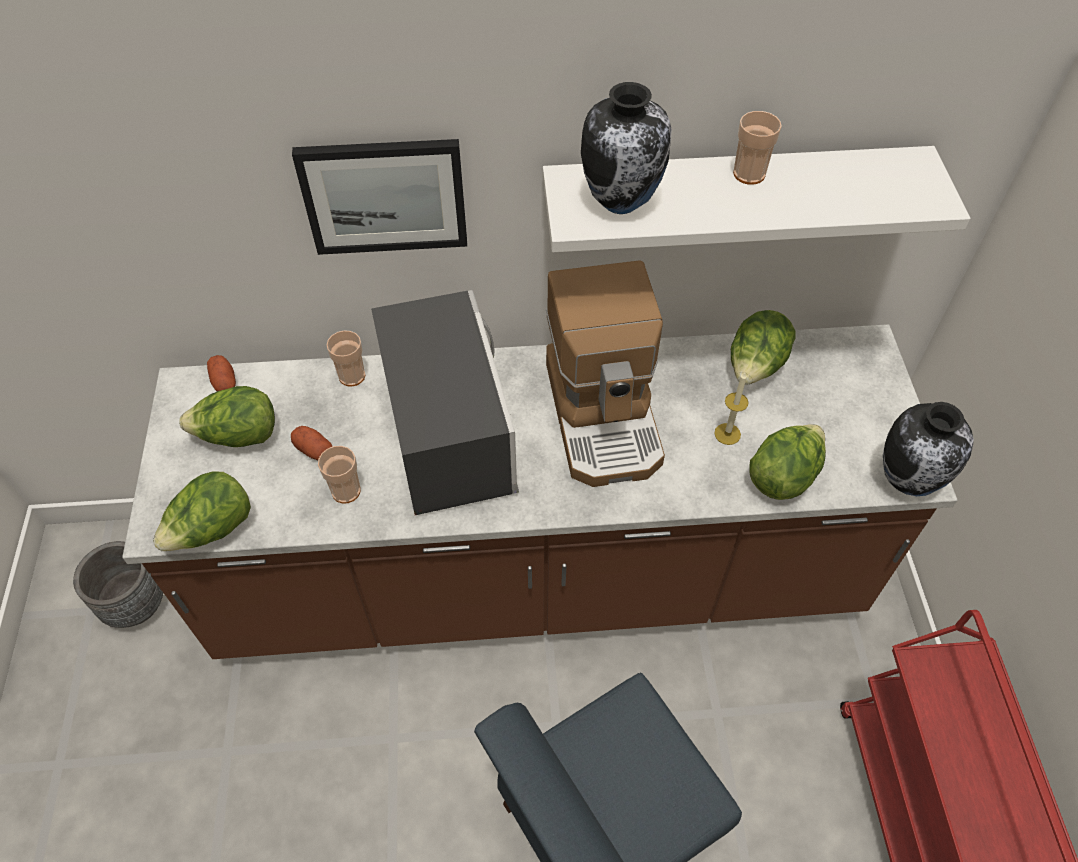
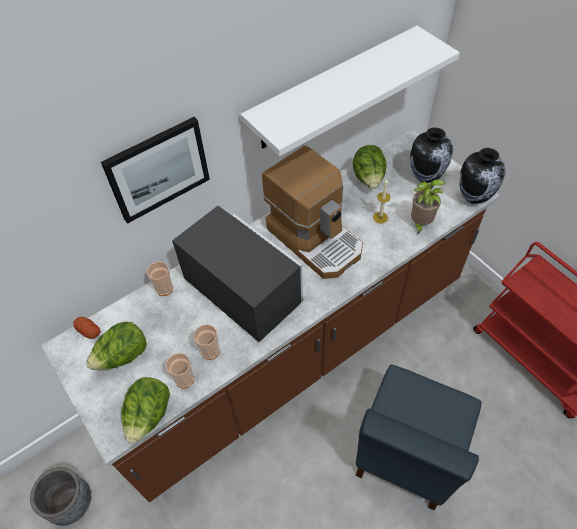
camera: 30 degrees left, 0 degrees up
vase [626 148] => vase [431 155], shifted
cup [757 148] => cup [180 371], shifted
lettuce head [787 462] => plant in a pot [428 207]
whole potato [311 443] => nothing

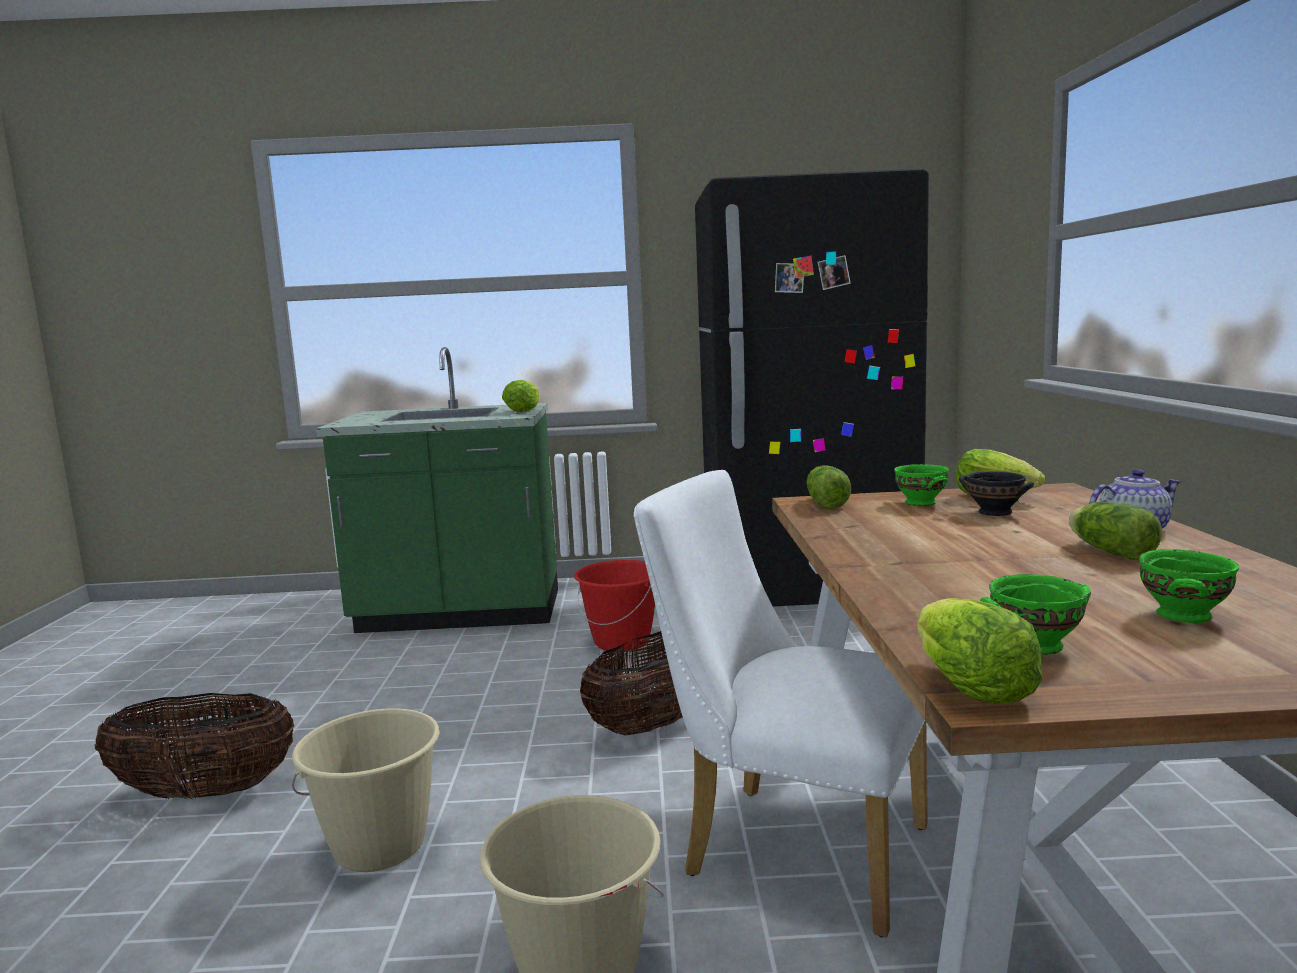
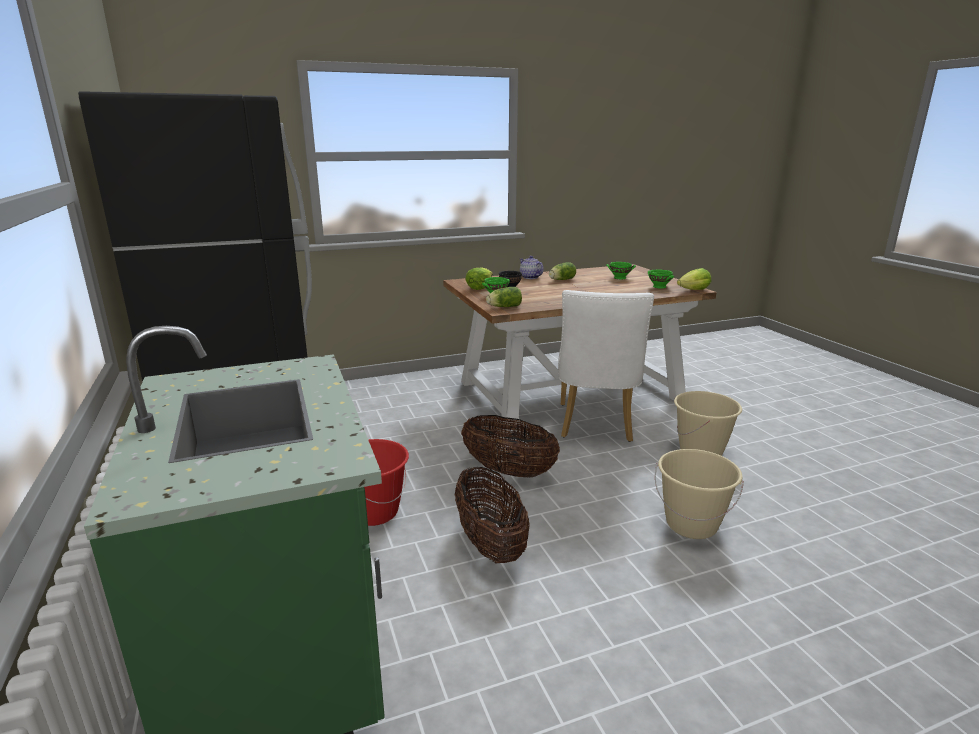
camera: 110 degrees left, 10 degrees up
lettuce head [520 396] => nothing
basket [194 746] => basket [492 515], shifted

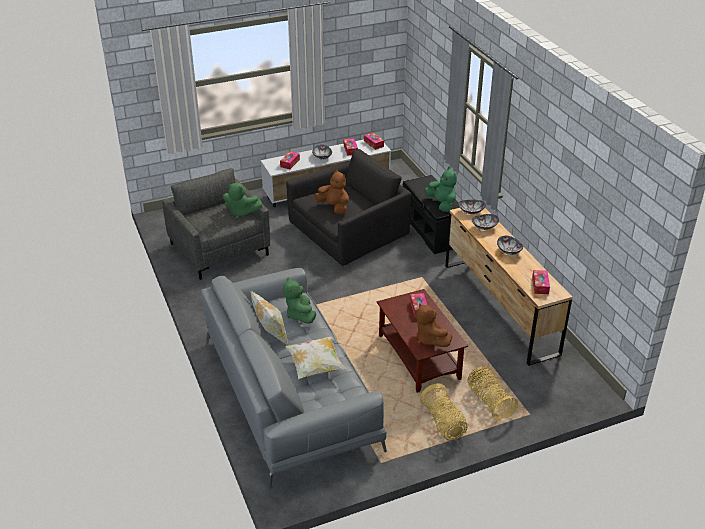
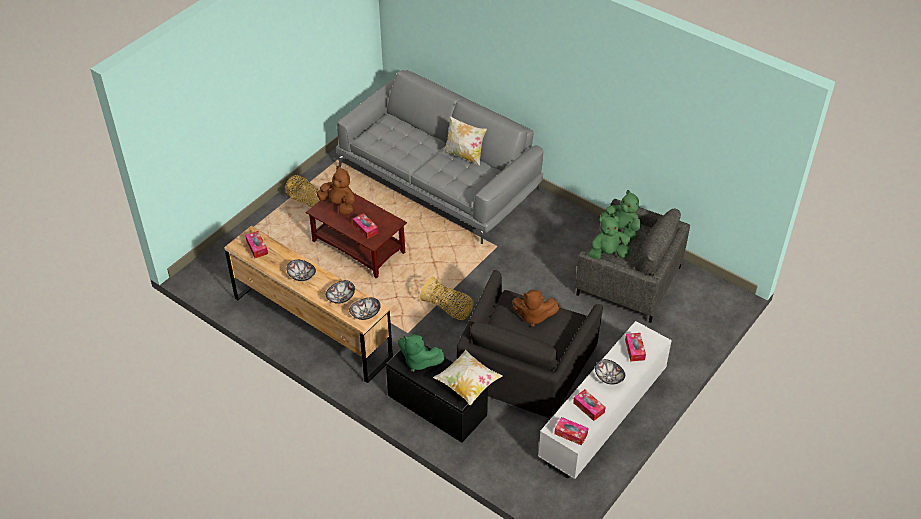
camera: 150 degrees right, 10 degrees up
green-coloured cuddly toy [299 301] => green-coloured cuddly toy [621 215], shifted
pillow [315 357] => pillow [468 377], shifted
basket [492 393] => basket [447 298], shifted

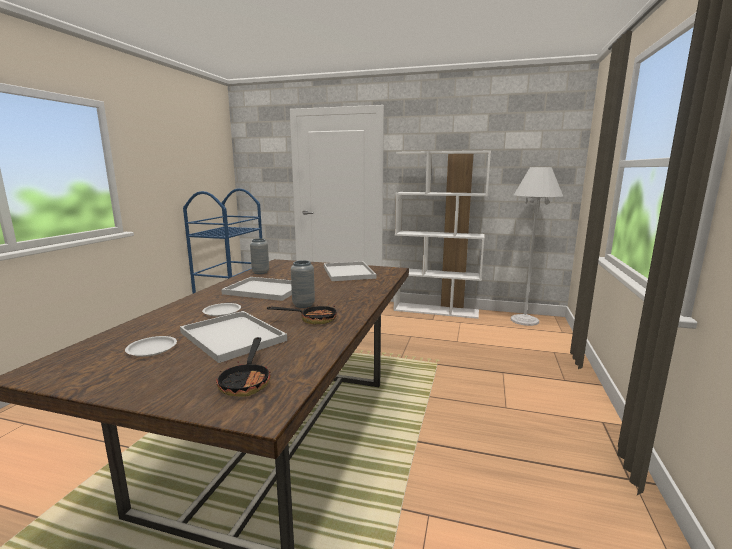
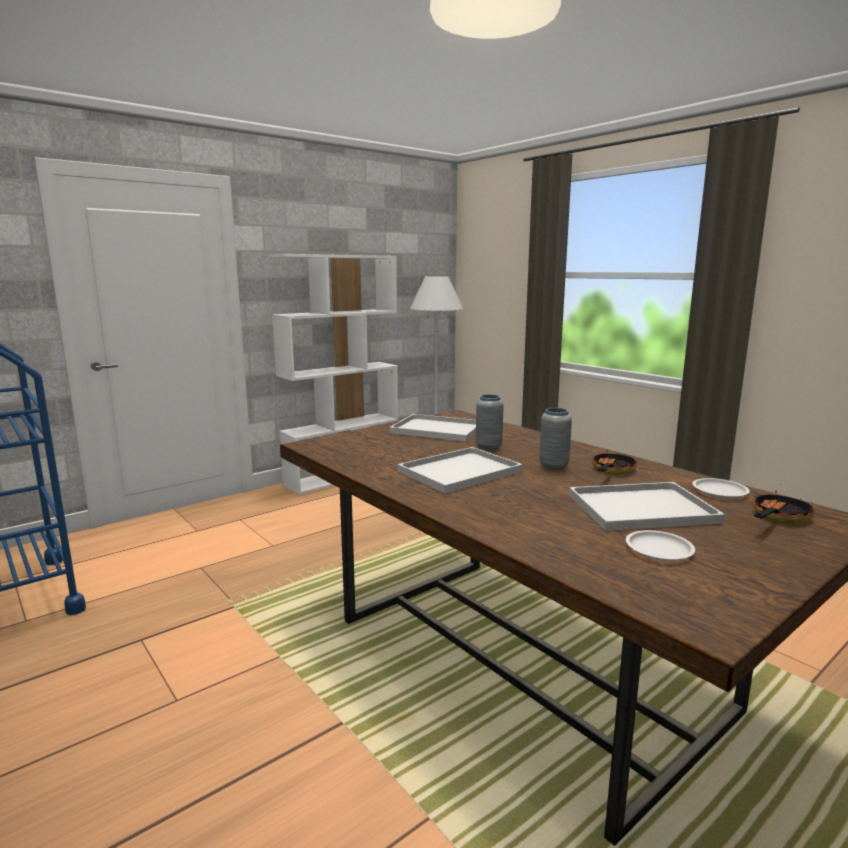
camera: 55 degrees left, 0 degrees up
greyish vase [259 256] => greyish vase [490 422], shifted
white-coloured flat dish [221 310] => white-coloured flat dish [721 488], shifted
pan [243 367] => pan [783 504], 75 degrees counterclockwise

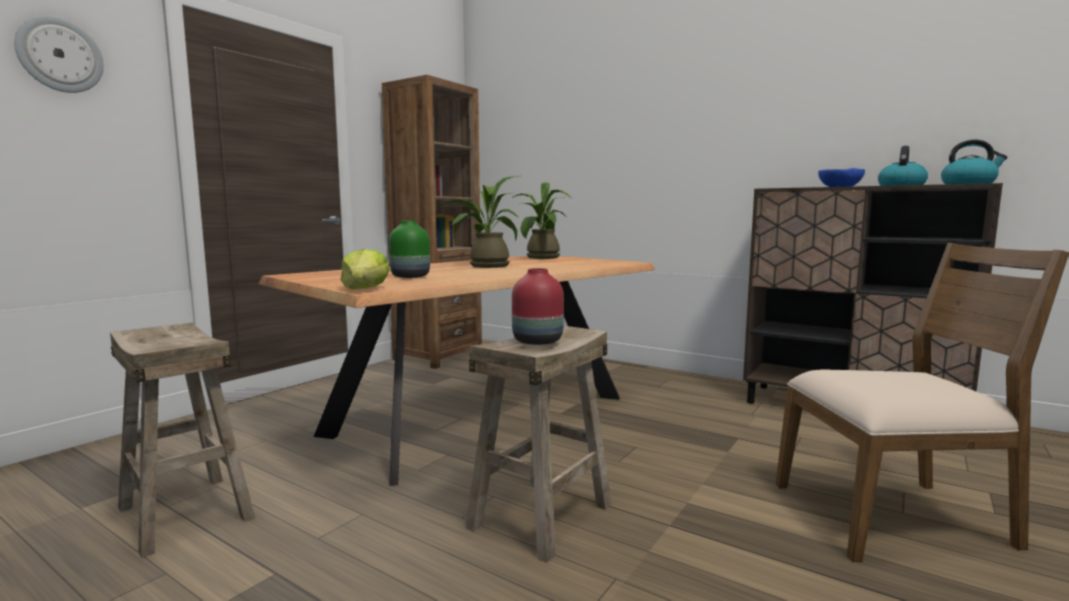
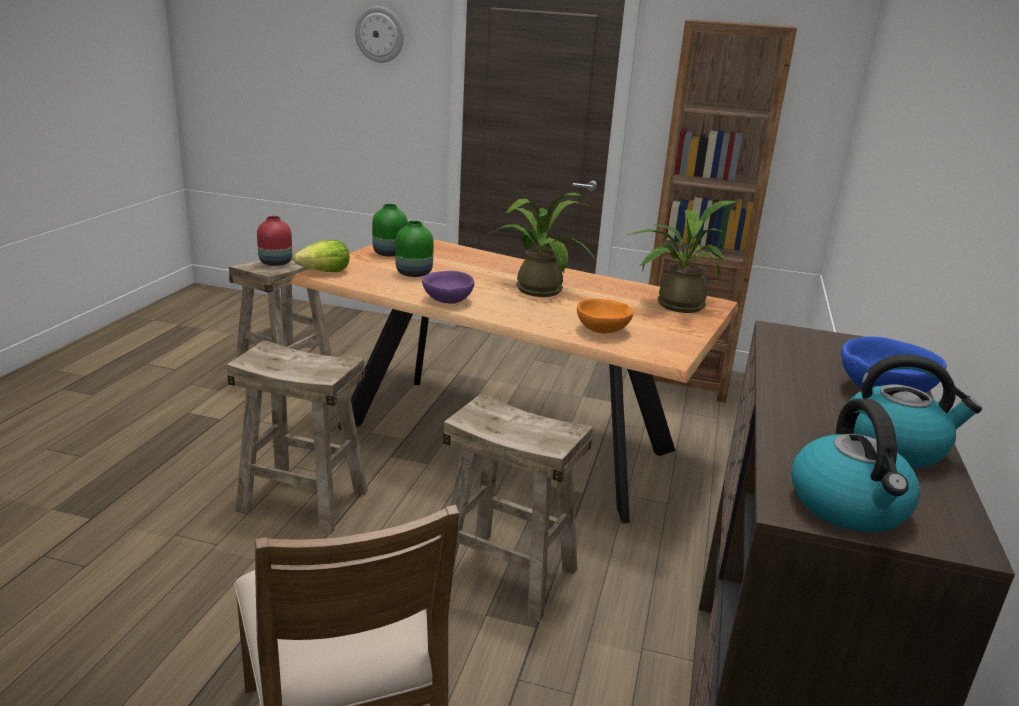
camera: 70 degrees right, 15 degrees up
reddish vase [538 306] => reddish vase [274 241], shifted
nothing => green-coloured vase [390 230]
nothing => purplish deep dish [448 287]
nothing => orangey deep dish [605 316]
nothing => beige-coloured sitting stool [518 508]

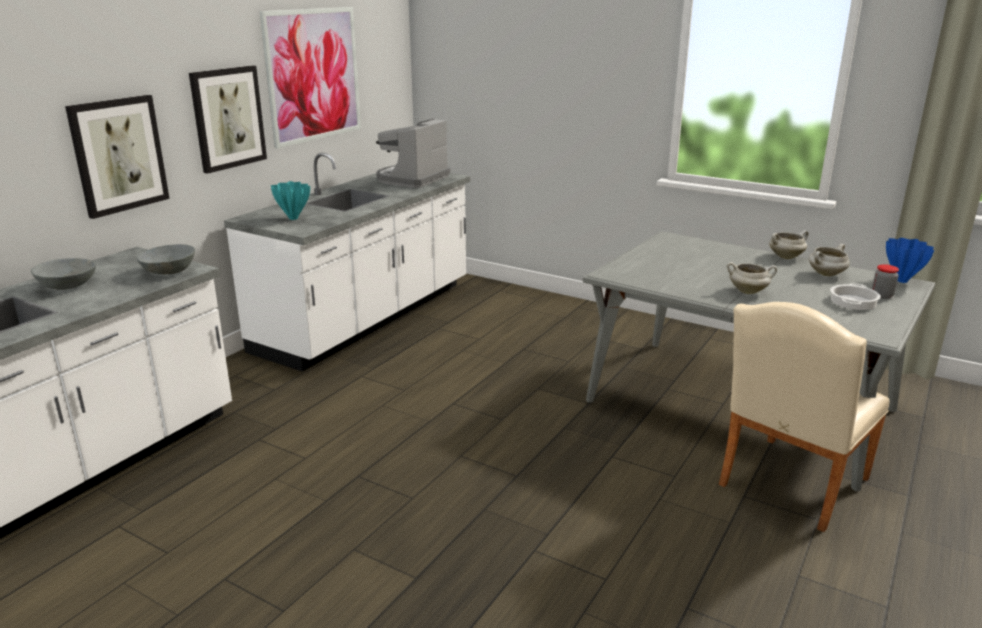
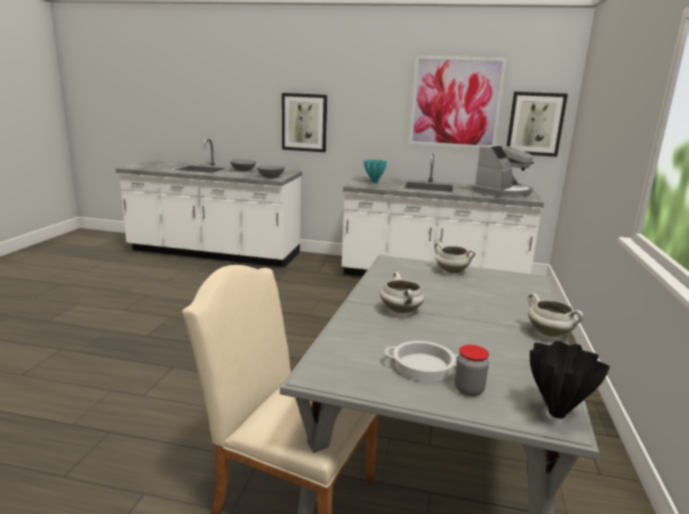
camera: 70 degrees right, 5 degrees down
picture [228 120] => picture [537 124], shifted
coffee brewer [413 153] => coffee brewer [503 171], 120 degrees clockwise
blue-coloured vase [910 260] => black-coloured vase [570 380]
white-coloured cooking pot [829 260] => white-coloured cooking pot [455 258], shifted

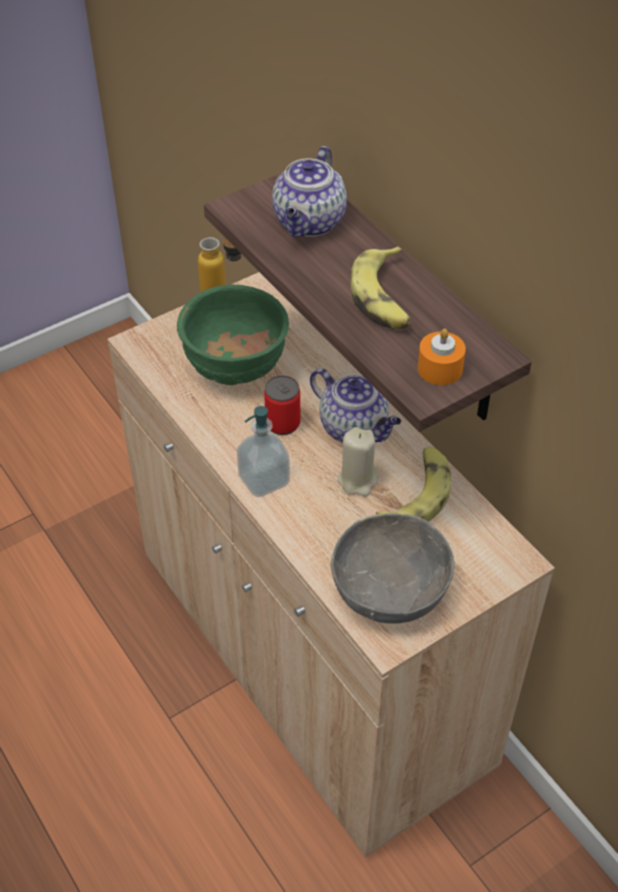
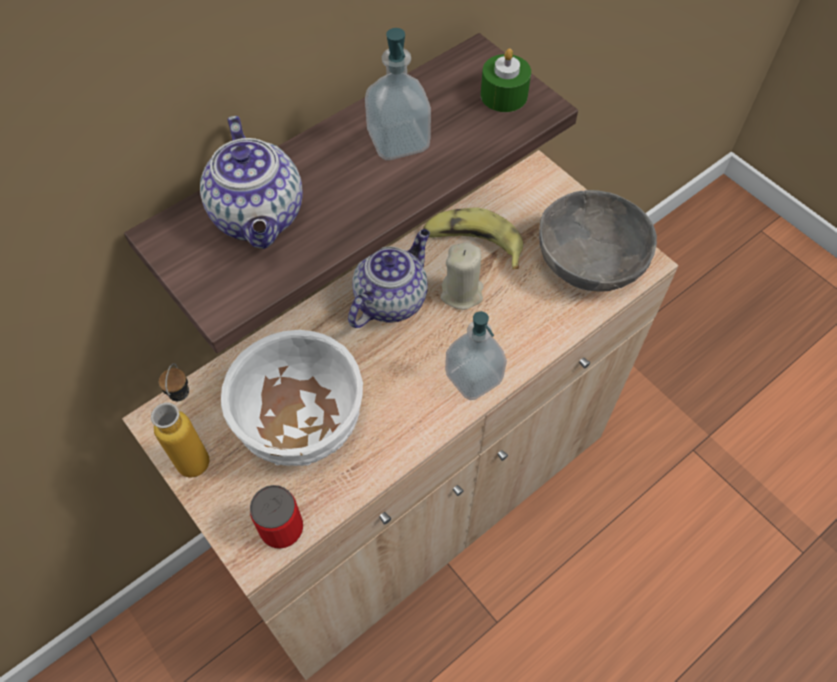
camera: 95 degrees left, 10 degrees up
teapot [309 191] => teapot [251 182], 60 degrees clockwise
banana fruit [380 287] => soap bottle [398 94]
green-coloured deep dish [233 334] => white-coloured deep dish [292 398]
orangey wax candle [442 357] => green-coloured wax candle [506 80]
can [282 405] => can [276 517], shifted

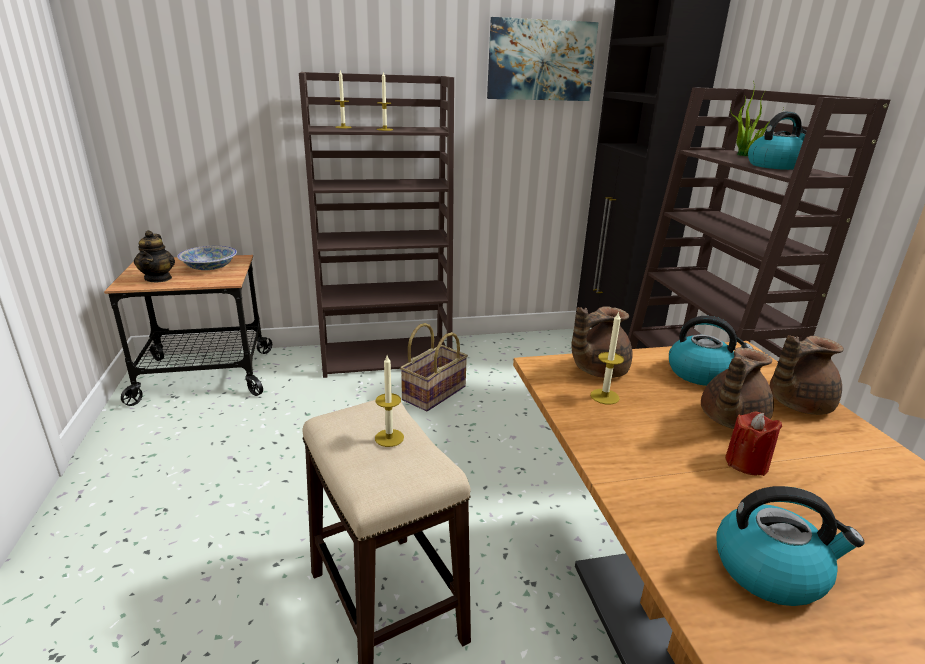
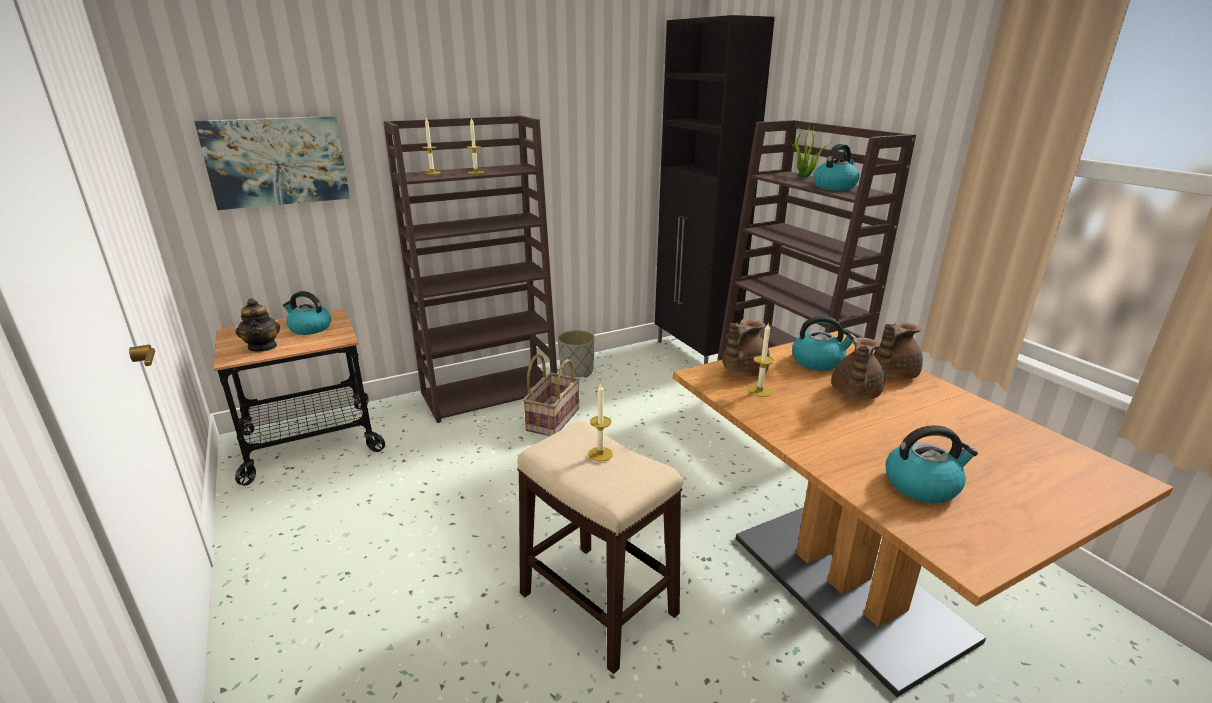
camera: 15 degrees left, 0 degrees up
picture [543 59] => picture [272 163], shifted
deep dish [207 258] => water kettle [306 313]
reddish wax candle [753 444] => nothing
nothing => greyish plant pot [576 354]

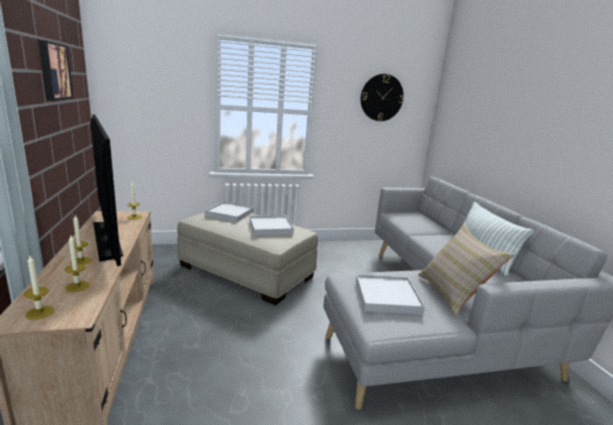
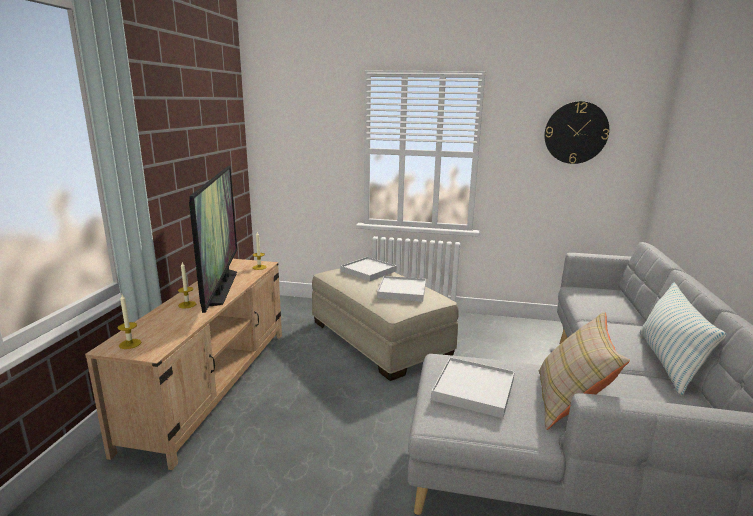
camera: 25 degrees right, 0 degrees up
picture [56 70] => nothing
wax candle [77 263] => nothing

